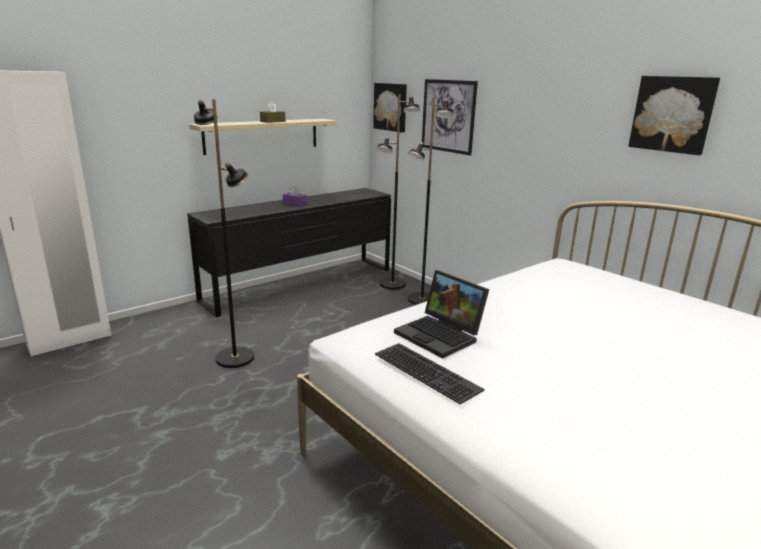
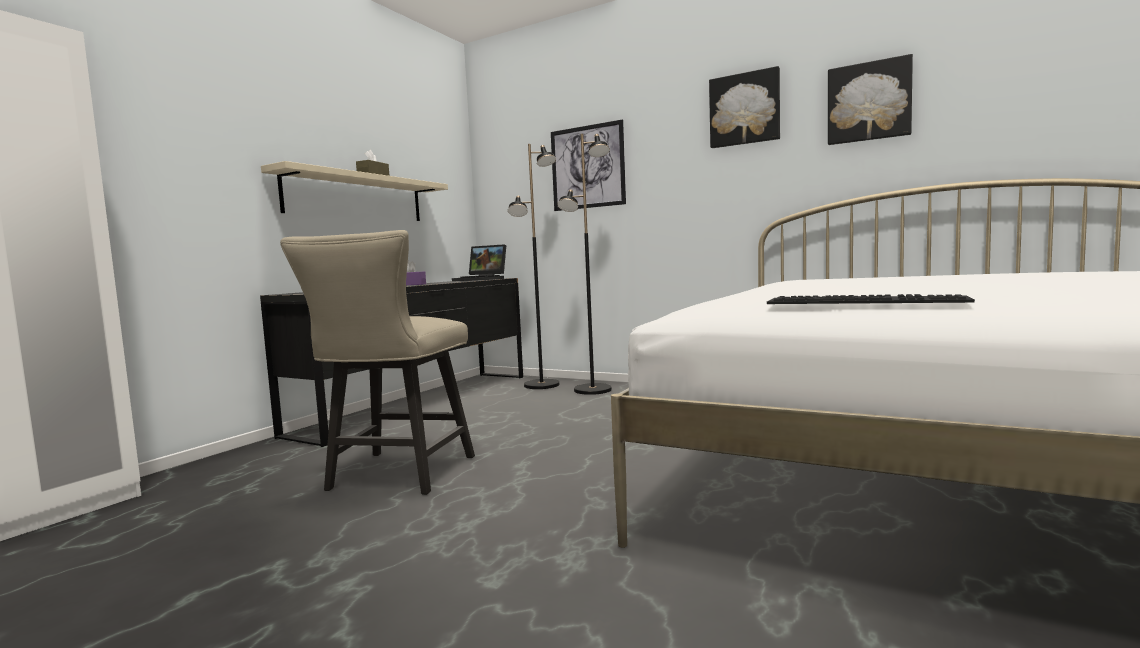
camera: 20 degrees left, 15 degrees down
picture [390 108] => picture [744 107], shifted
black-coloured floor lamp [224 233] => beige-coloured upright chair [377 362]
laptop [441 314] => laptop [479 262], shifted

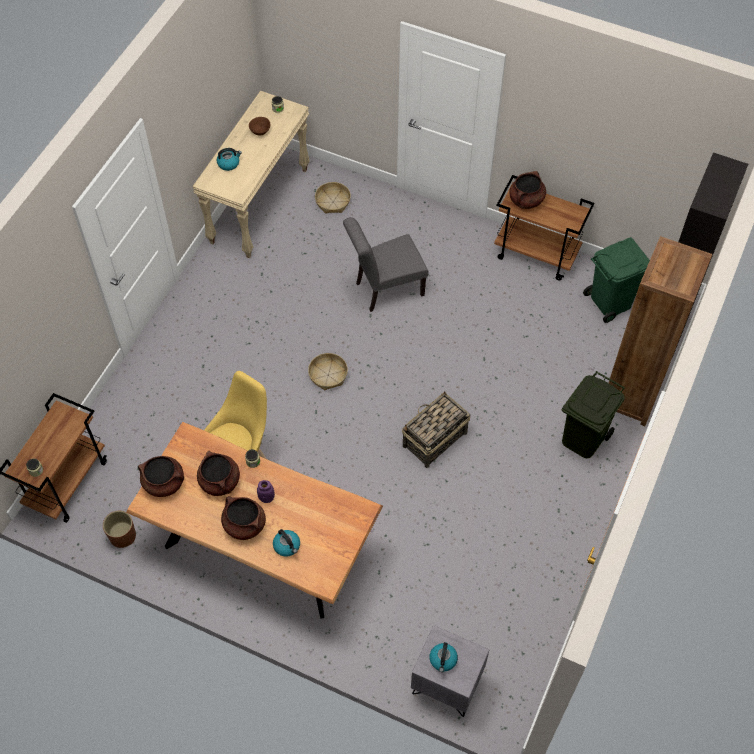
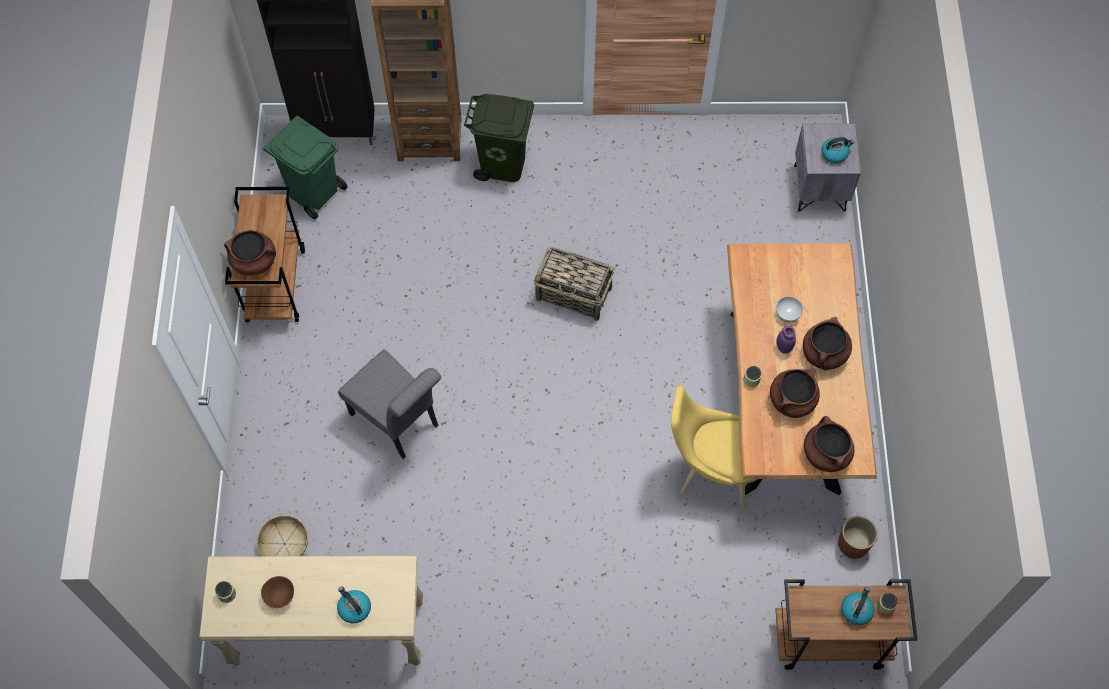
camera: 115 degrees left, 5 degrees up
basket [328 371] => nothing
water kettle [286 543] => water kettle [857 606], shifted
nothing => deep dish [789 309]

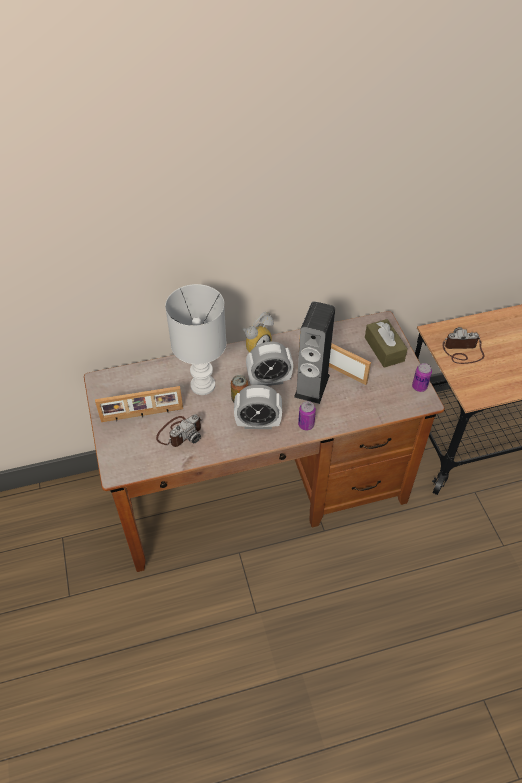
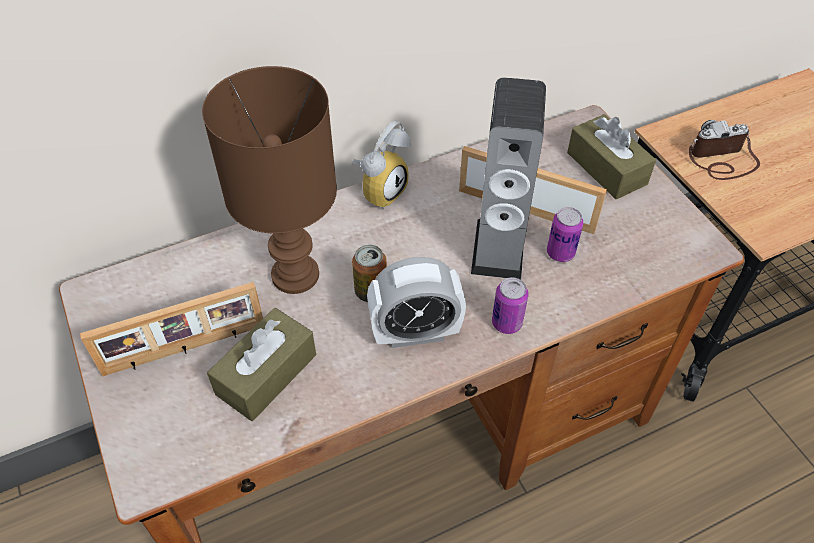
camera: 10 degrees left, 0 degrees up
white-coloured table lamp [195 339] => brown table lamp [269 180]
bedside clock [269 364] => nothing
can [422 377] => can [565 234], shifted
still camera [179 430] => brown tissue holder [261 364]

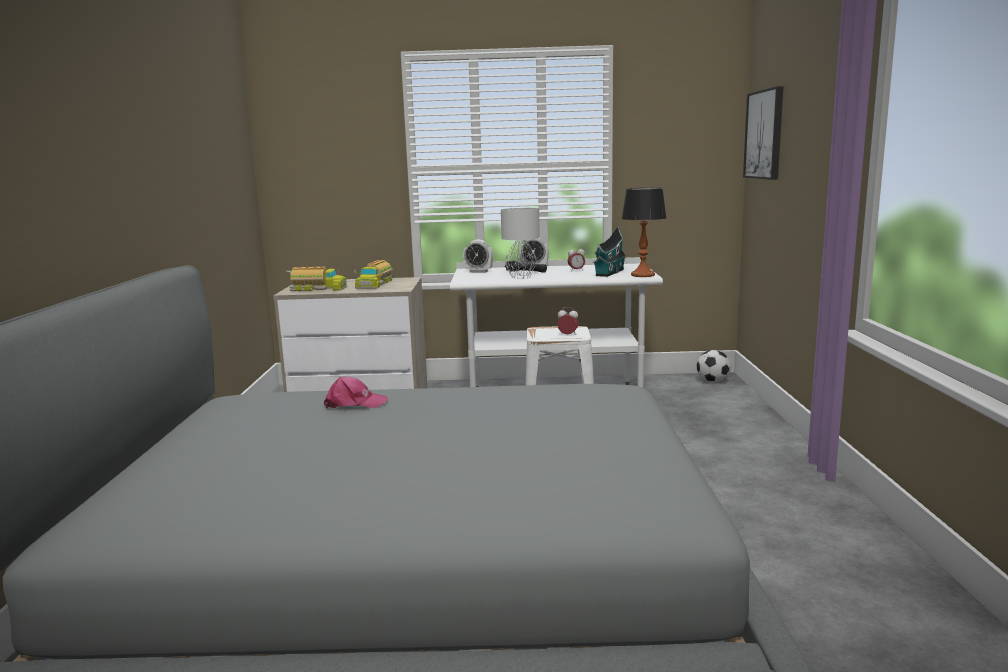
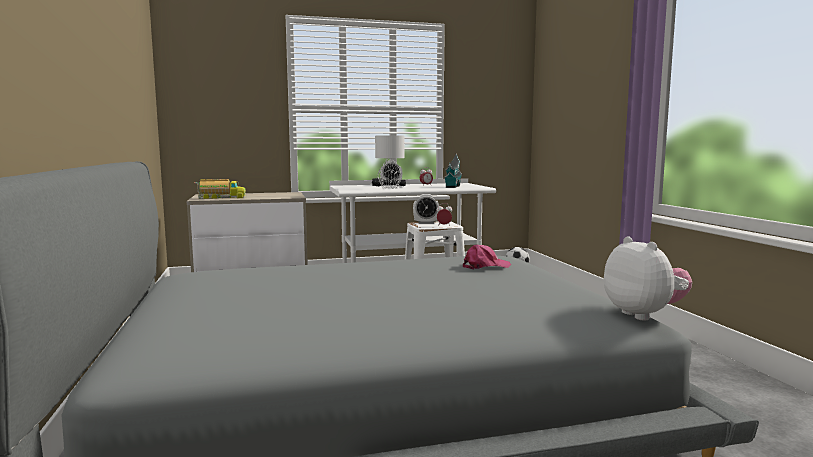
camera: 15 degrees left, 5 degrees down
picture [763 133] => nothing
table lamp [643 232] => nothing
bedside clock [478 256] => bedside clock [426 209], shifted
toy lorry [373 274] => nothing
pinkish peaked cap [356 393] => pinkish peaked cap [487 257], shifted
nothing => cuddly toy [648 278]

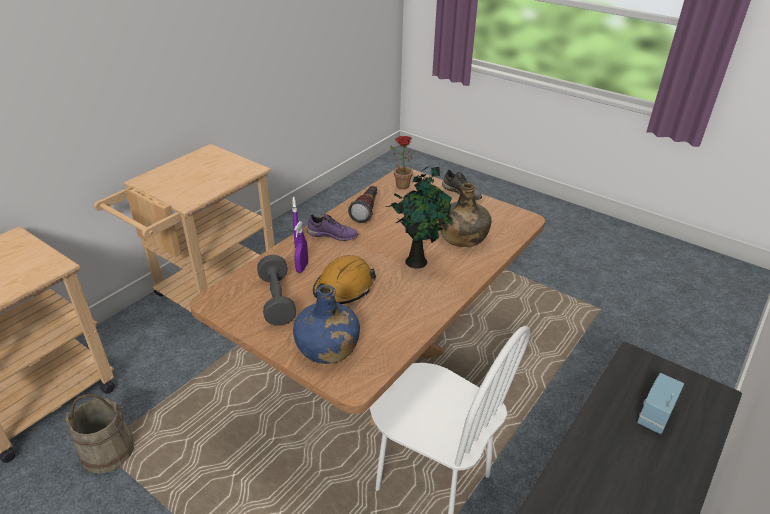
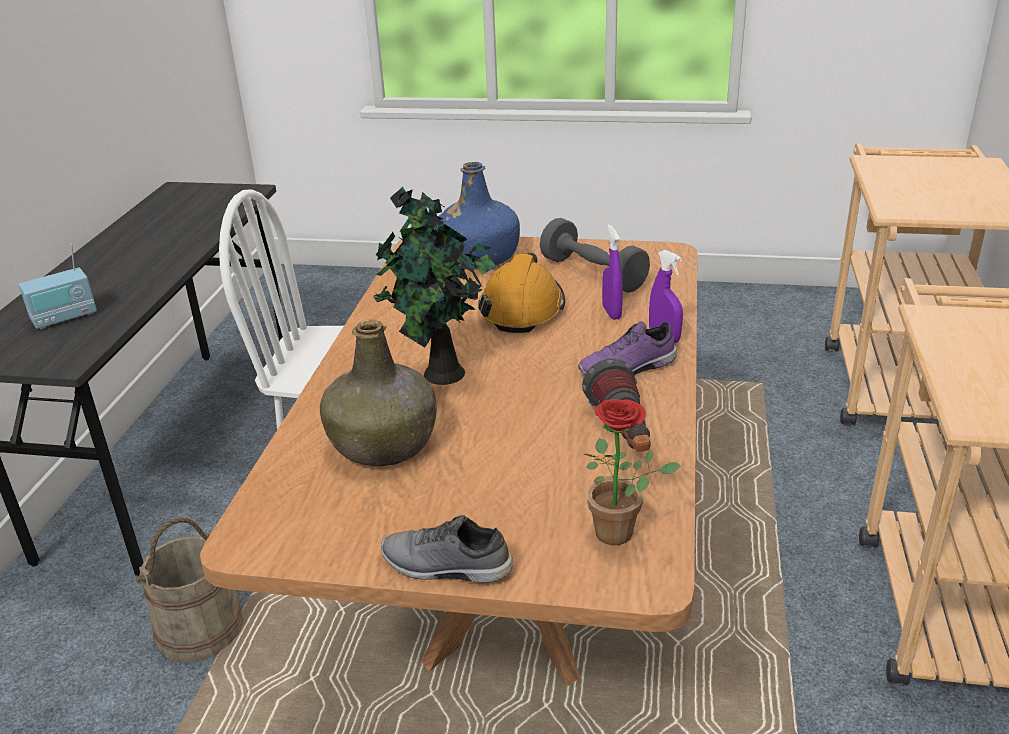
camera: 155 degrees right, 5 degrees down
radio set [660 403] => radio set [58 286], 45 degrees clockwise
beige-coloured bucket [97 434] => beige-coloured bucket [189 590], shifted

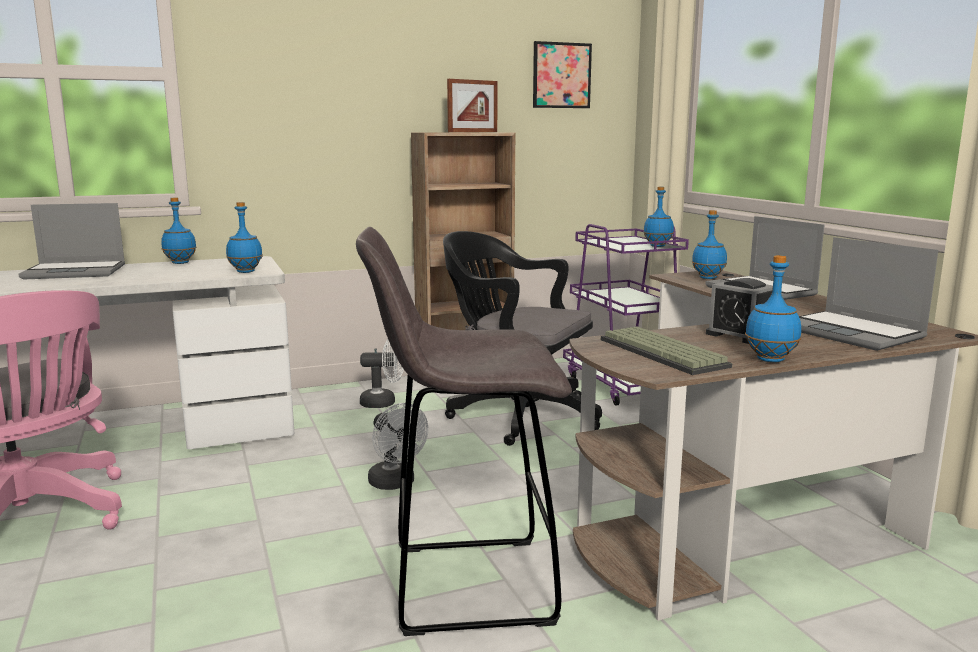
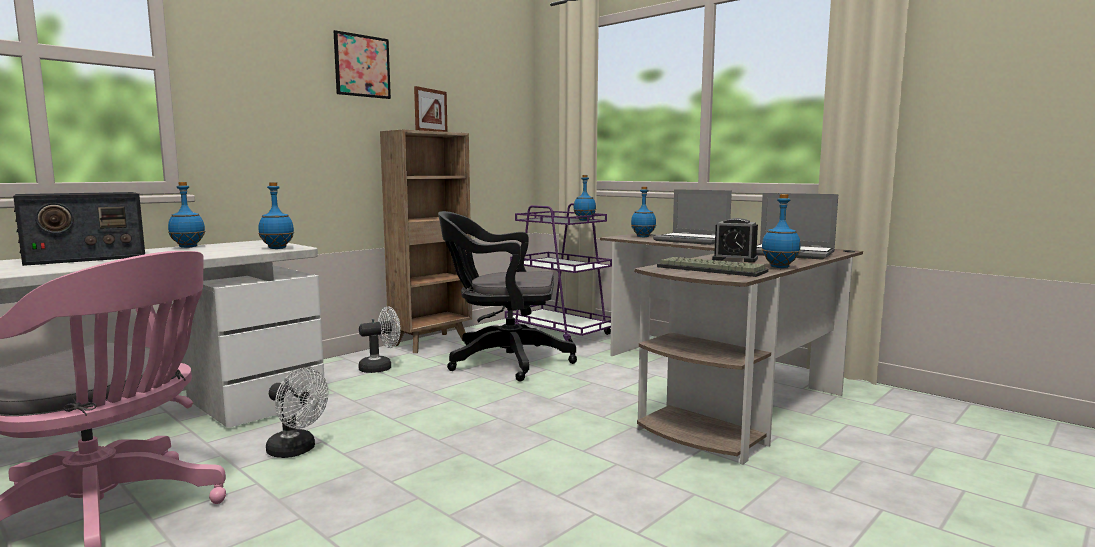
camera: 25 degrees left, 5 degrees down
picture [562 74] => picture [362 64], shifted
laptop [71 241] => radio set [79 229]
greyish sitting stool [464 431] => nothing
white-coloured cooling fan [398 446] => white-coloured cooling fan [297 413], shifted

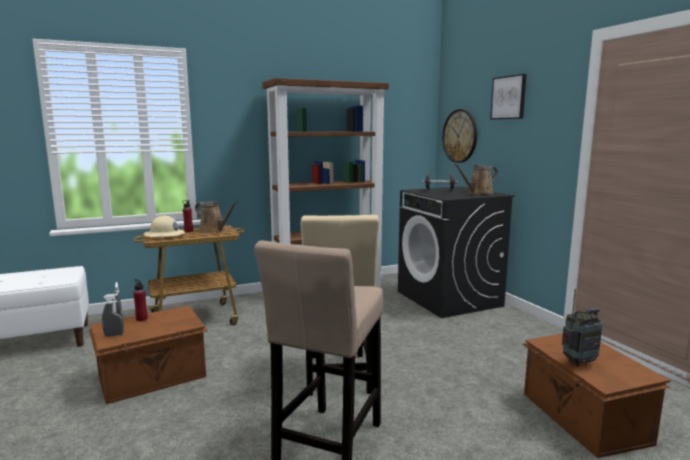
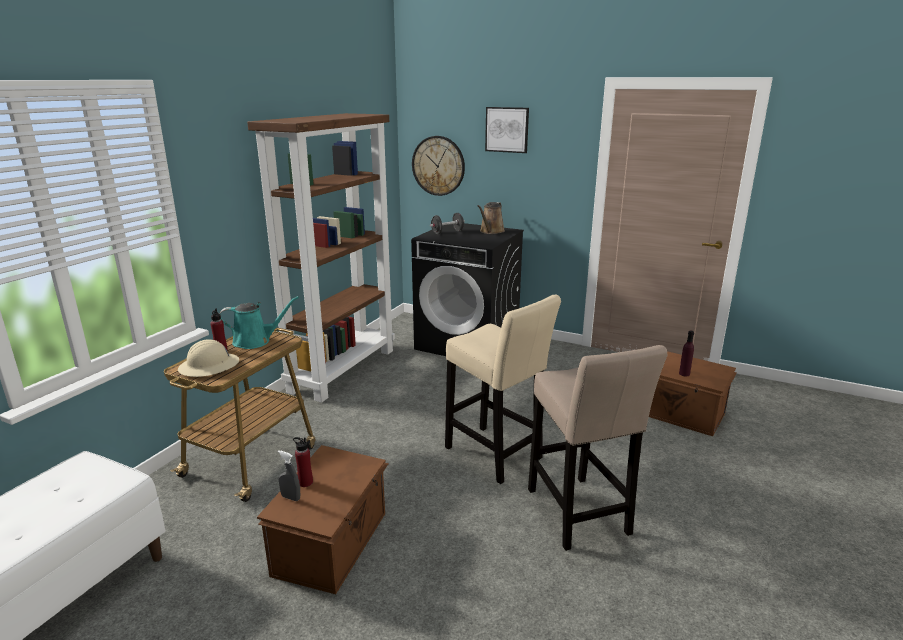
camera: 40 degrees left, 10 degrees up
brown watering pot [216 217] => turquoise watering pot [259 322]
radio set [582 327] => purplish bottle [686 353]
greyish hand sprayer [113 315] => nothing

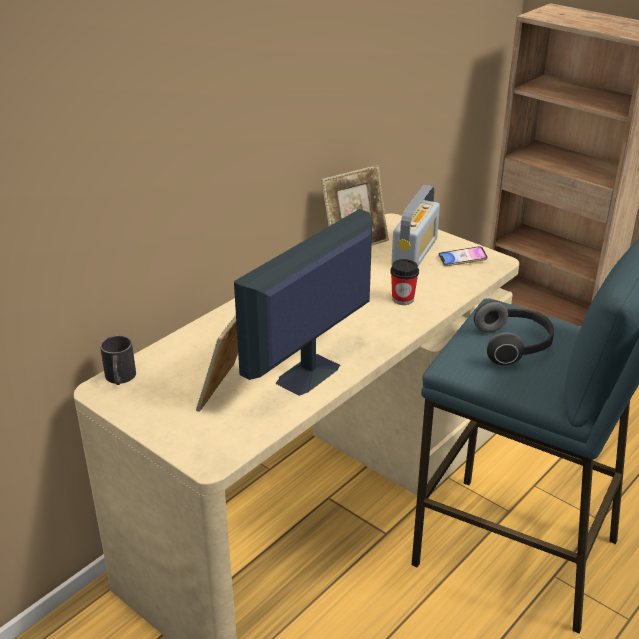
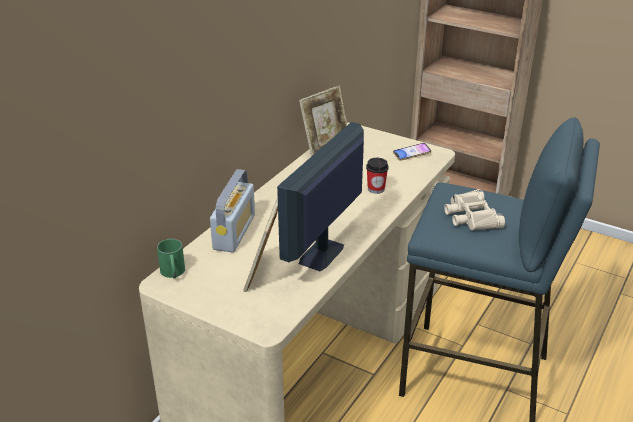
camera: 10 degrees left, 0 degrees up
radio set [415 225] => radio set [232 210], shifted
headphones [514 332] => beige-coloured pair of binoculars [474 209]
black-coloured tea mug [118 360] => green-coloured tea mug [171 258]

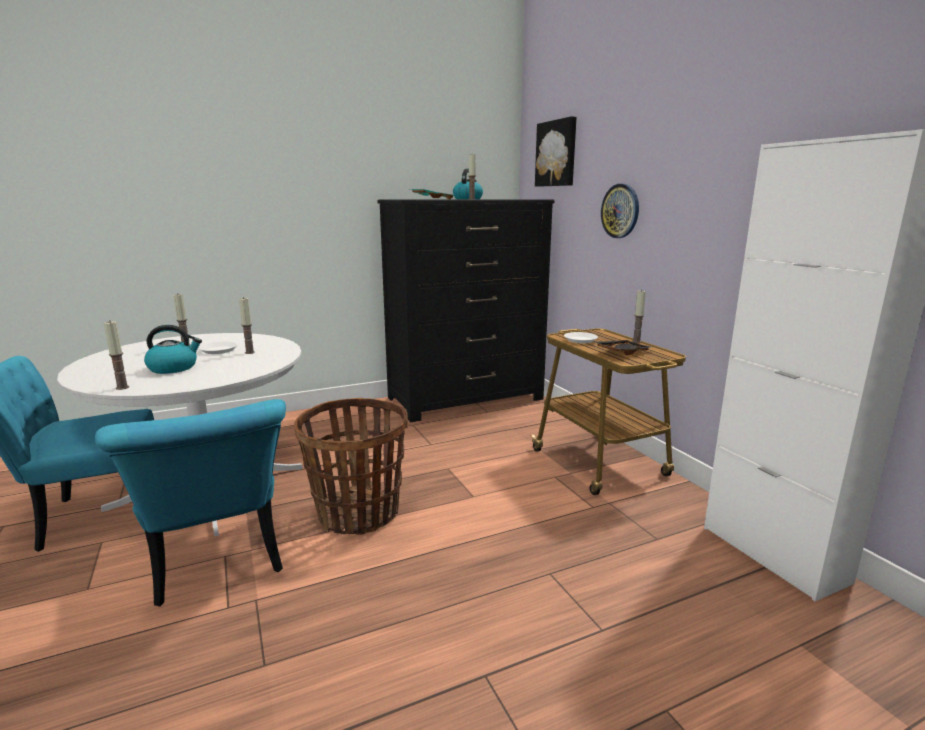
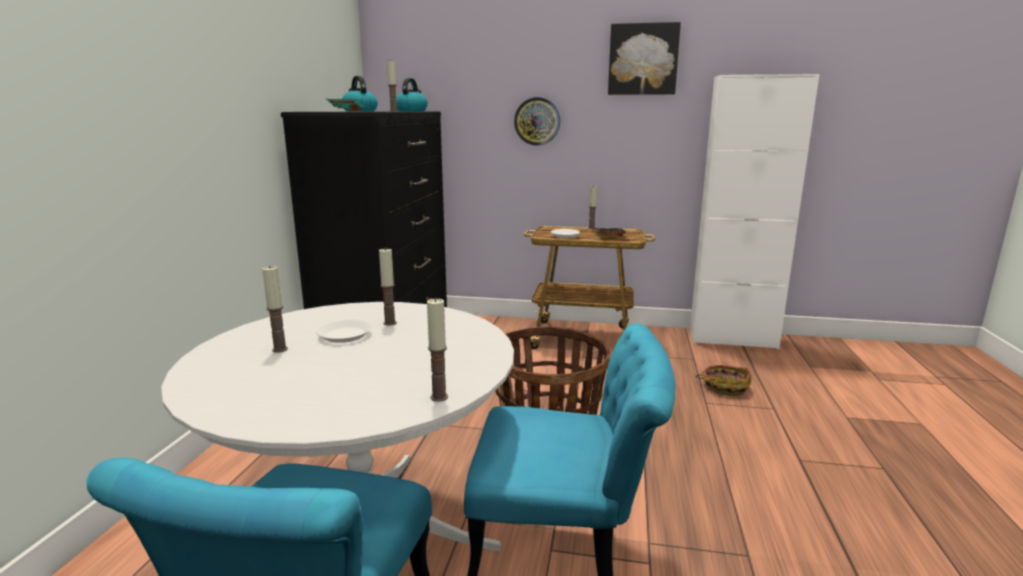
camera: 55 degrees left, 0 degrees up
picture [556 151] => picture [644 58], shifted
water kettle [173 349] => water kettle [411 94], shifted
nothing => basket [723 380]

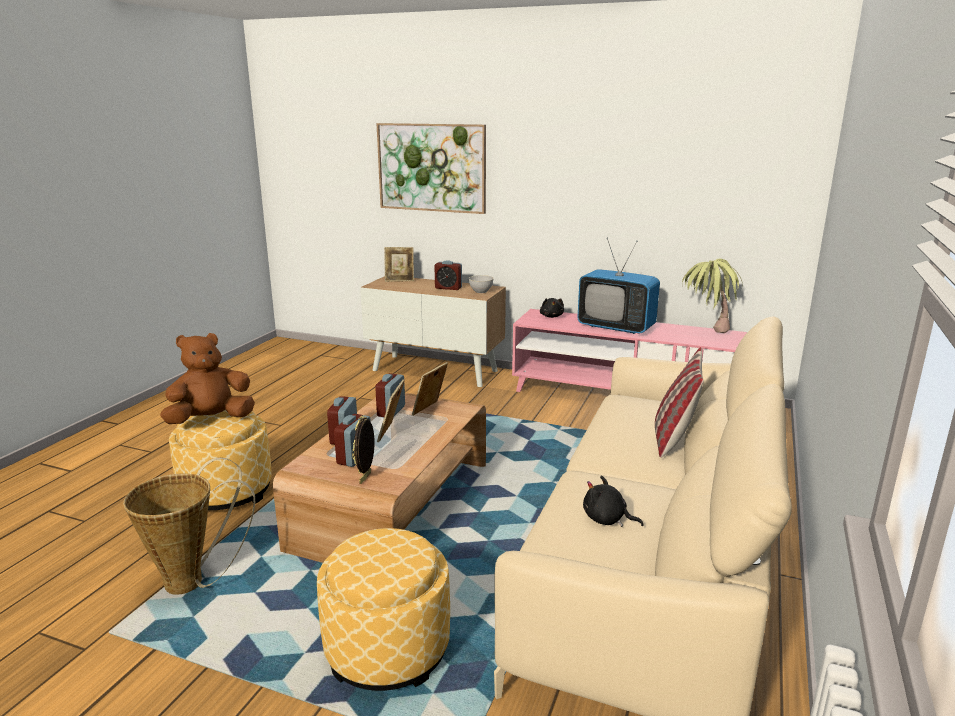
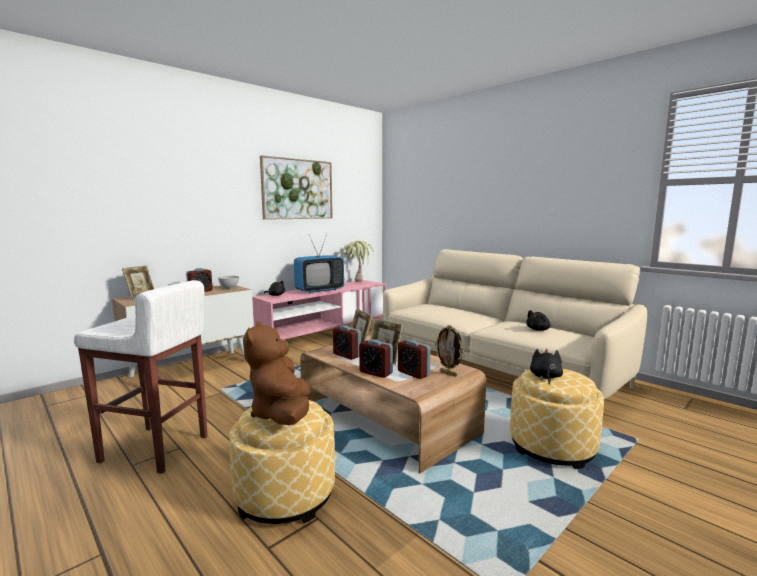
camera: 65 degrees left, 10 degrees down
picture [431 168] => picture [296 187], shifted
pillow [679 402] => nothing
basket [189 526] => nothing
nothing => white-coloured sitting stool [141 377]
nothing => black-coloured cuddly toy [546 367]

